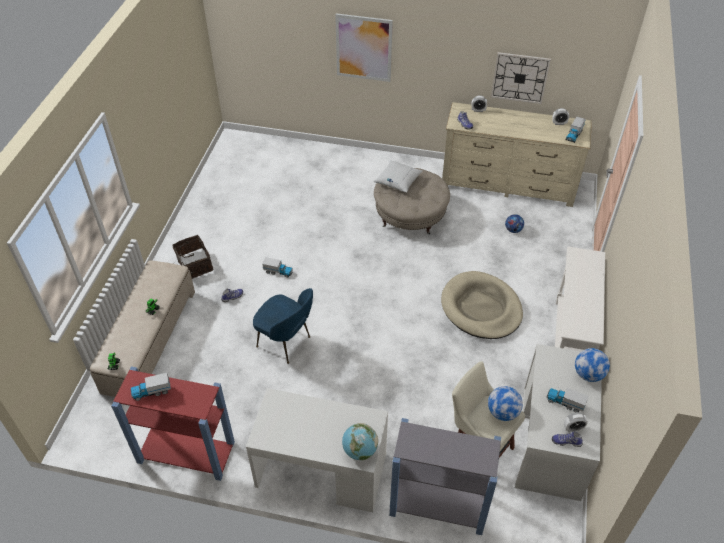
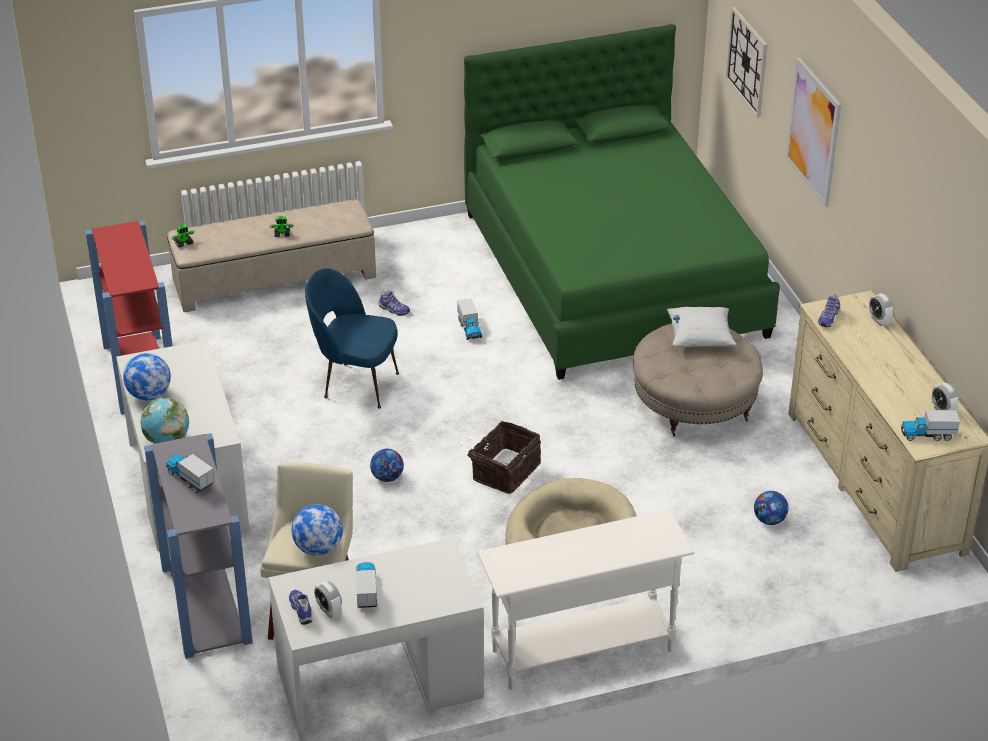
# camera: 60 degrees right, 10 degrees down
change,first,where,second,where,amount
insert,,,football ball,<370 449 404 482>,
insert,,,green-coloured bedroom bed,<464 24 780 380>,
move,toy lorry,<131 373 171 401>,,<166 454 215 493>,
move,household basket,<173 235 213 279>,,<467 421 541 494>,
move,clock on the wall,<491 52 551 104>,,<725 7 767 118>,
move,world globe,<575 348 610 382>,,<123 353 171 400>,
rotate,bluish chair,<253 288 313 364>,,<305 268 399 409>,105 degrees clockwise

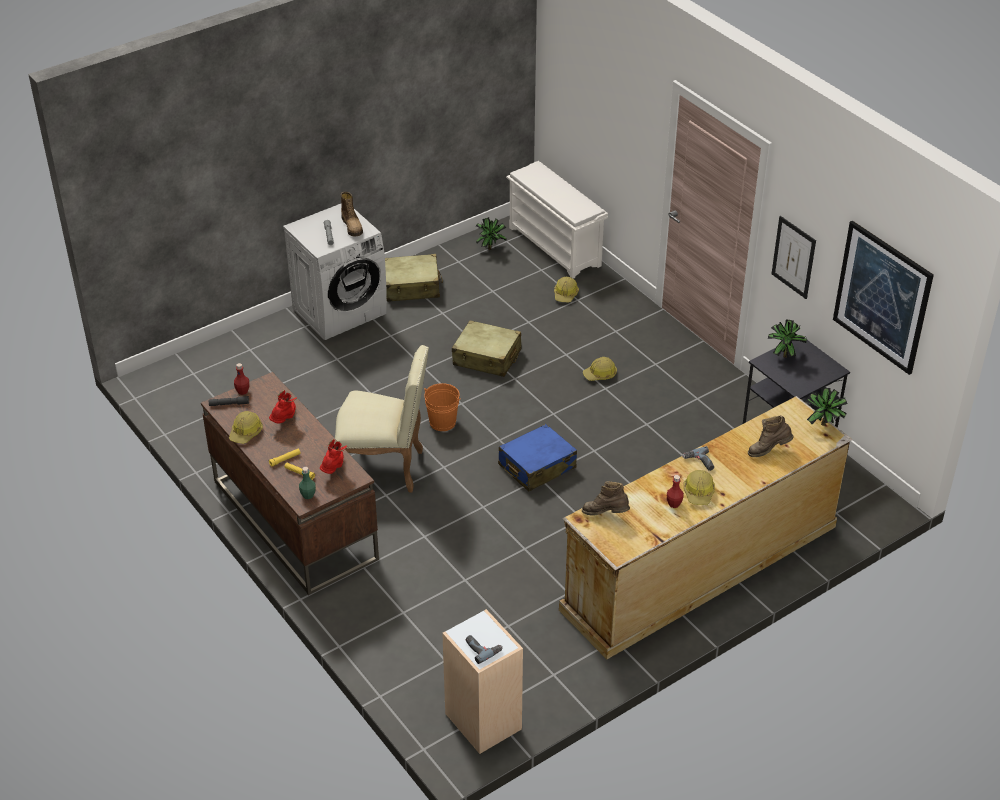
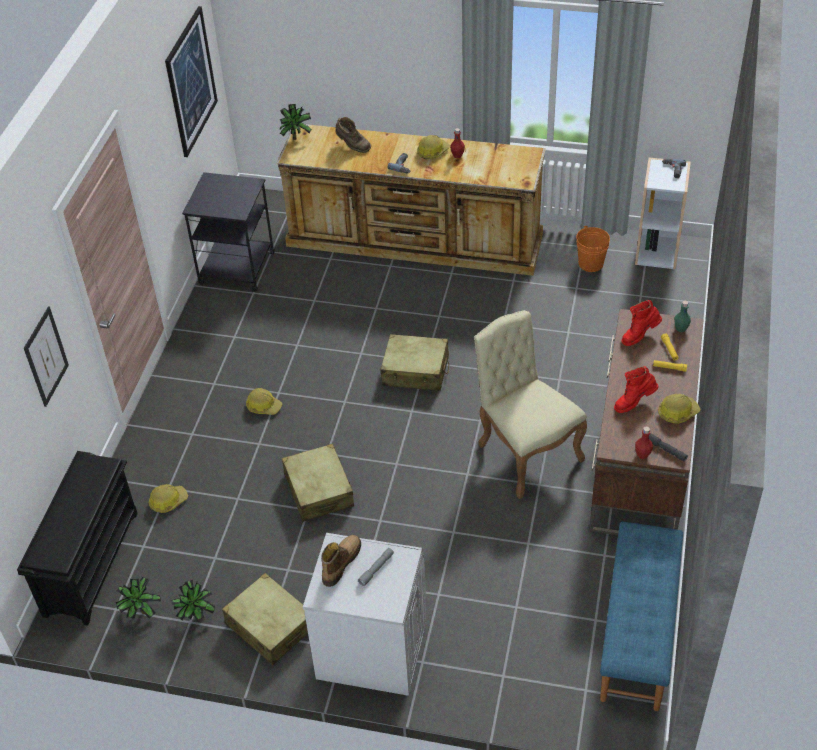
# camera: 130 degrees left, 5 degrees up
change,first,where,second,where,amount
delete,brown-coloured tall boot,<582 481 630 515>,,,
insert,,,bluish bench,<600 522 683 711>,
move,orangey pail,<424 383 461 431>,,<576 226 610 272>,
move,plant in a pot,<768 319 807 358>,,<171 580 215 622>,
move,wall art,<771 216 816 299>,,<24 306 69 407>,
recolor,bluish piece of luggage,<498 424 577 491>,beige piece of luggage,<380 334 449 391>,
recolor,white-coloured shoe rack,<506 161 608 279>,blackish shoe rack,<17 451 138 625>,

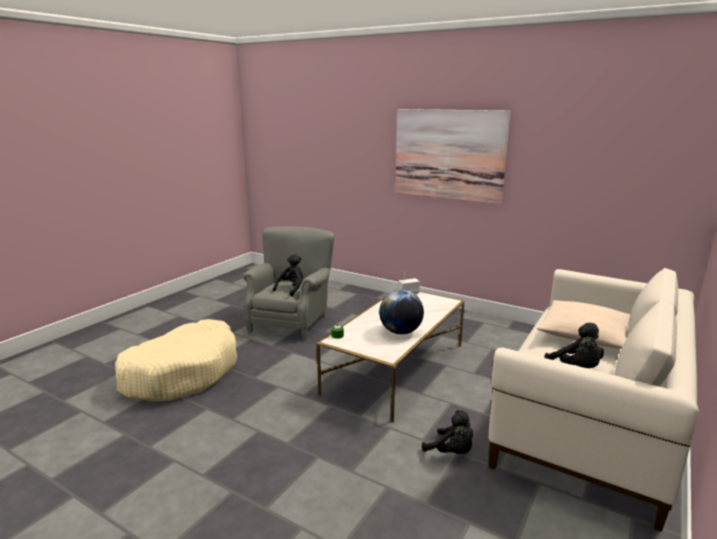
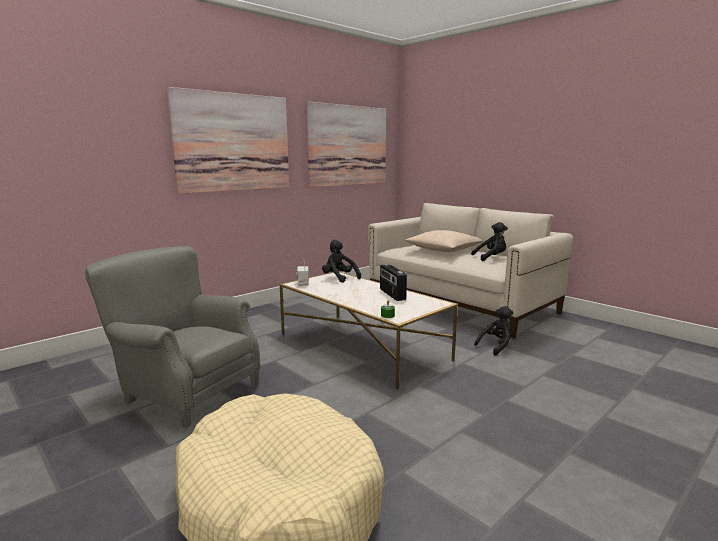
# camera: 75 degrees left, 5 degrees down
change,first,where,second,where,amount
insert,,,wall art,<307 102 386 187>,
move,blackish plush toy,<273 254 303 296>,,<322 240 361 283>,
replace,world globe,<379 290 424 334>,radio receiver,<380 264 407 301>,

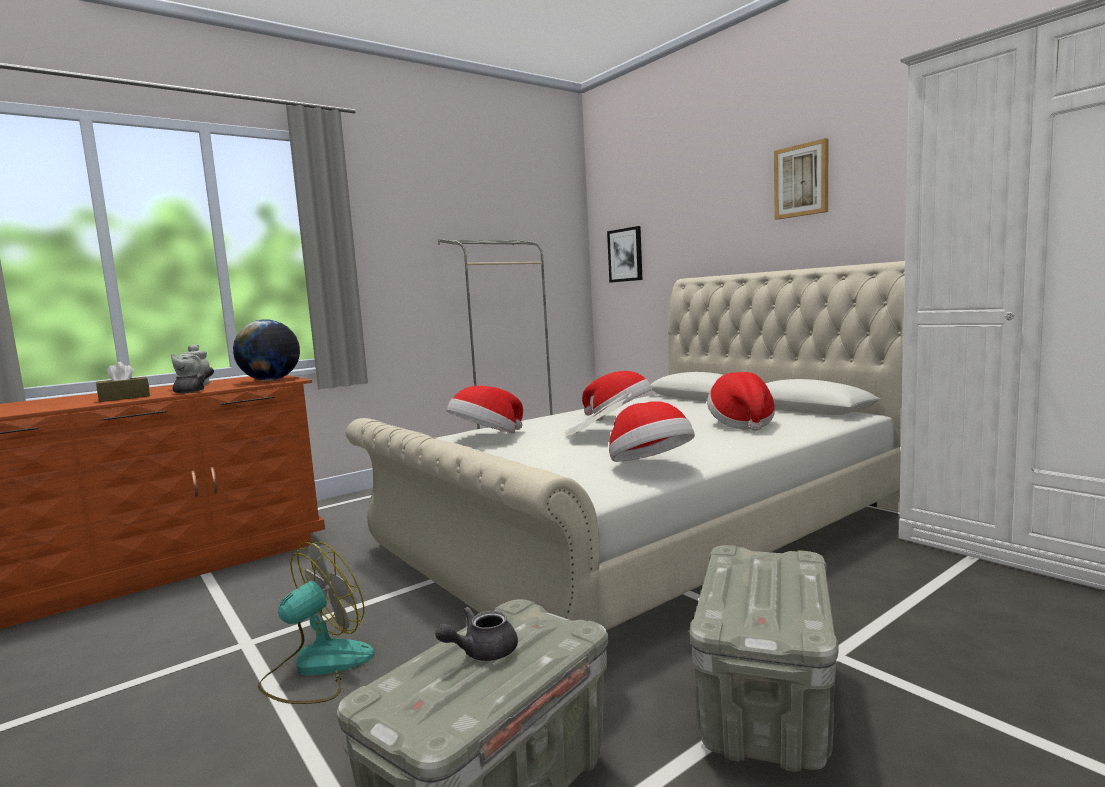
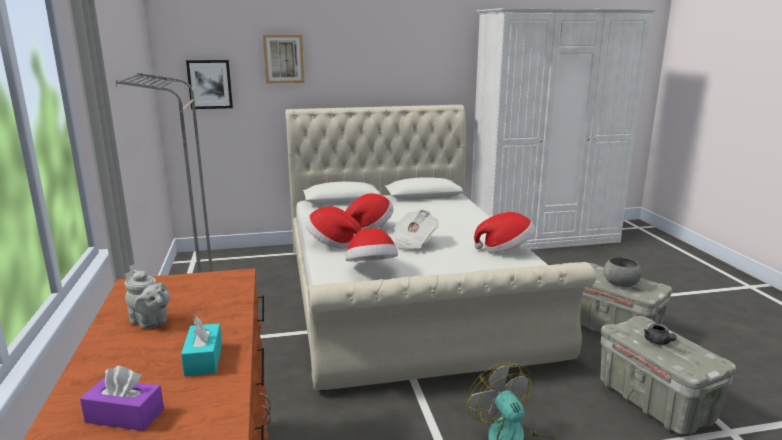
# camera: 65 degrees left, 10 degrees up
change,first,where,second,where,amount
delete,grey tea pot,<173 367 214 394>,,,
delete,world globe,<233 319 300 381>,,,
insert,,,purplish tissue box,<80 366 164 431>,
insert,,,grey deep dish,<604 257 642 287>,
move,wearable hat,<707 372 775 431>,,<306 206 361 249>,
move,wall art,<774 138 828 220>,,<263 35 304 84>,
recolor,brown-coloured tissue box,<96 362 150 402>,turquoise-coloured tissue box,<181 316 222 376>,

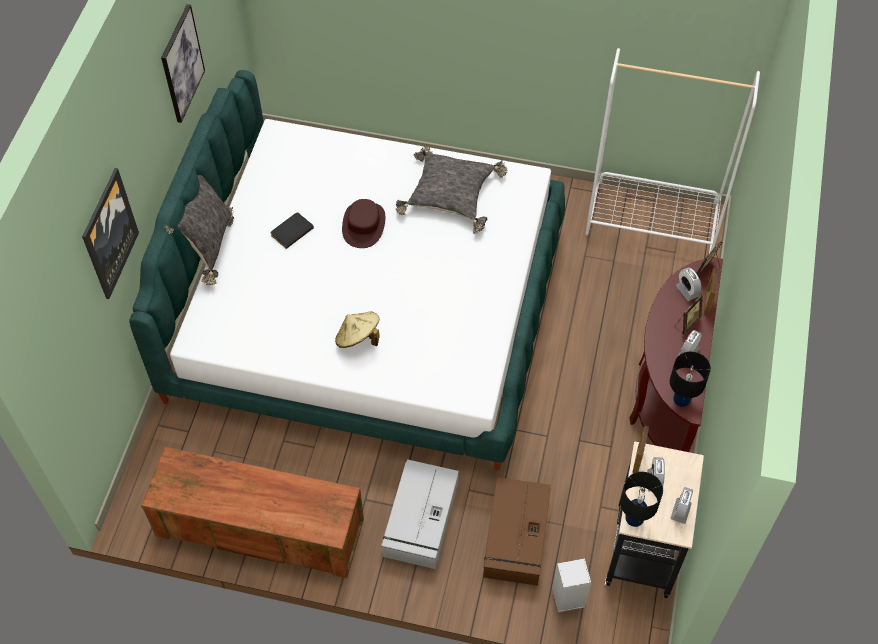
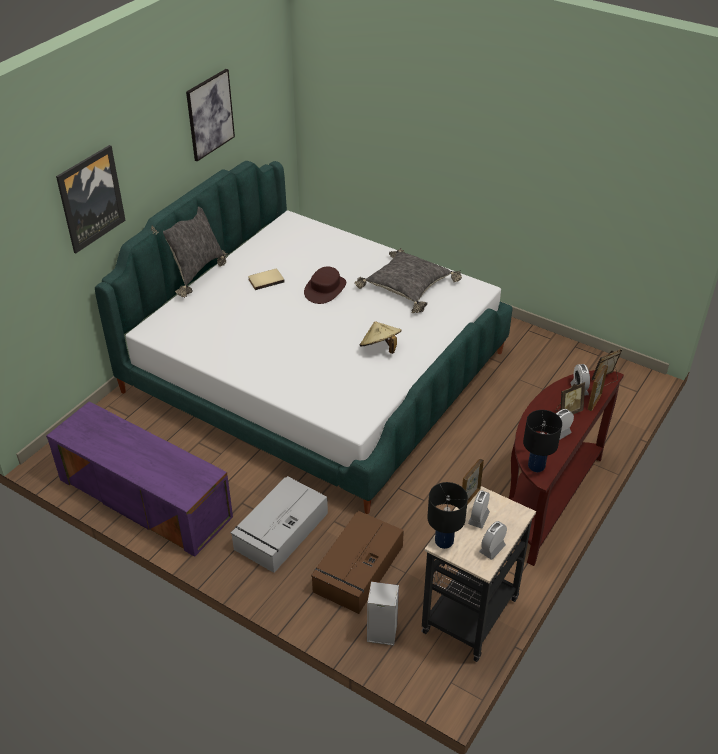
# camera: 20 degrees right, 15 degrees down
change,first,where,second,where,amount
delete,white-coloured clothes rack,<585 48 760 254>,,,
move,beige wearable hat,<335 311 380 348>,,<360 321 402 354>,
recolor,brown-coloured bench,<141 447 364 578>,purplish bench,<46 401 233 557>,
recolor,blackish bound book,<270 212 314 249>,beige bound book,<248 269 285 290>,

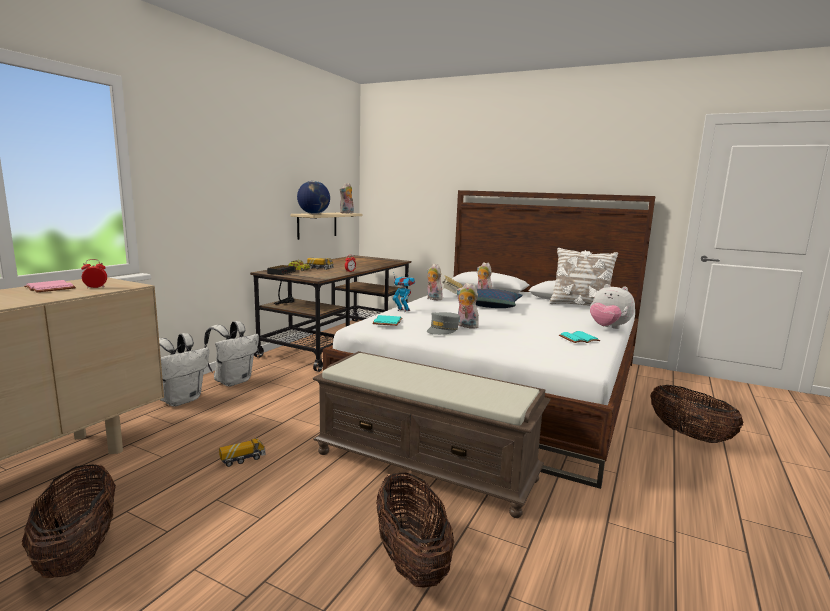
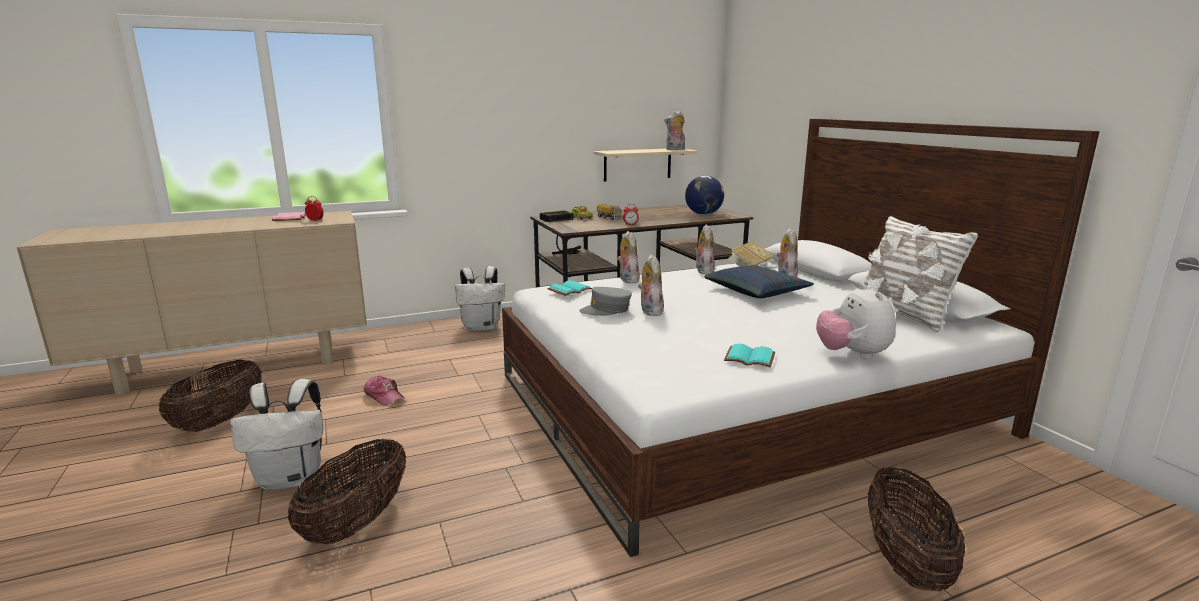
# camera: 40 degrees right, 5 degrees up
change,first,where,second,where,amount
delete,brown-coloured bench,<313 351 551 518>,,,
move,white-coloured backpack,<159 333 209 407>,,<230 379 323 491>,
move,world globe,<297 181 330 214>,,<685 176 724 215>,
replace,toy lorry,<219 438 265 467>,peaked cap,<363 375 405 406>,
replace,toy robot,<393 272 415 312>,plush toy,<617 231 640 283>,

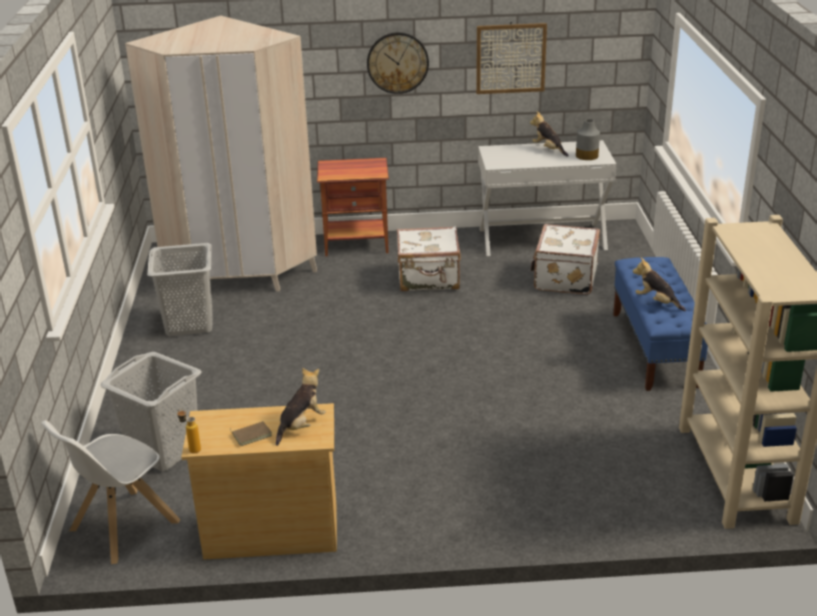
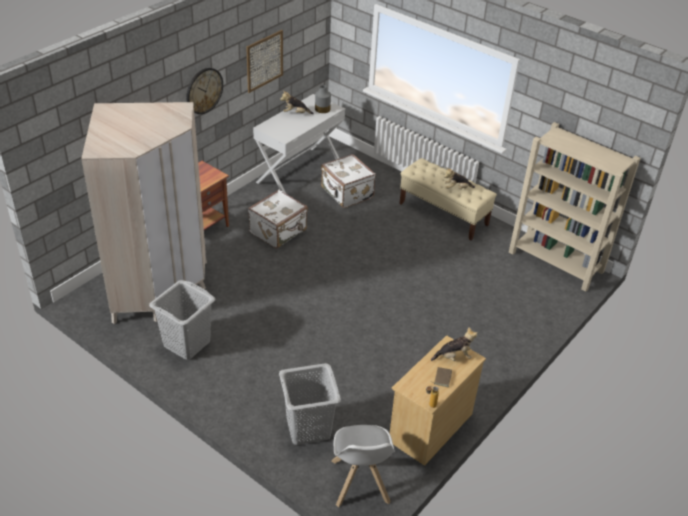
# camera: 50 degrees left, 10 degrees up
change,first,where,second,where,amount
recolor,bluish bench,<613 257 708 391>,beige bench,<399 158 497 240>,
rotate,plush toy,<276 368 326 446>,,<431 327 477 361>,90 degrees clockwise

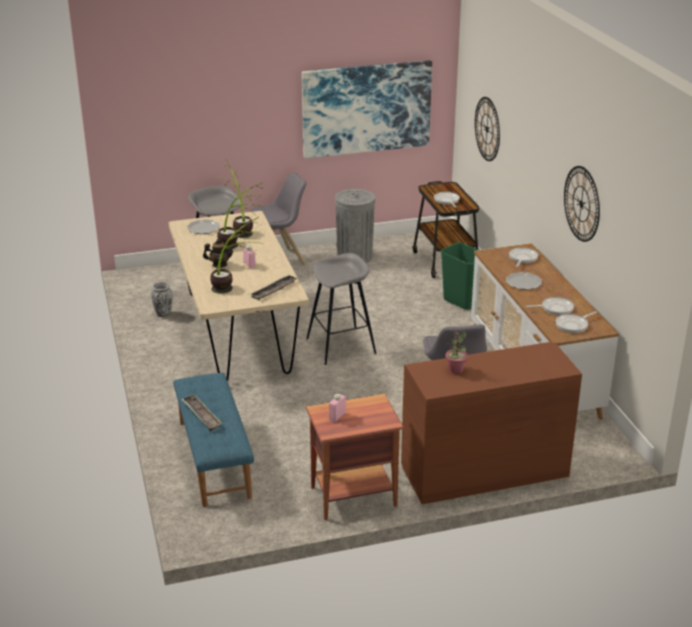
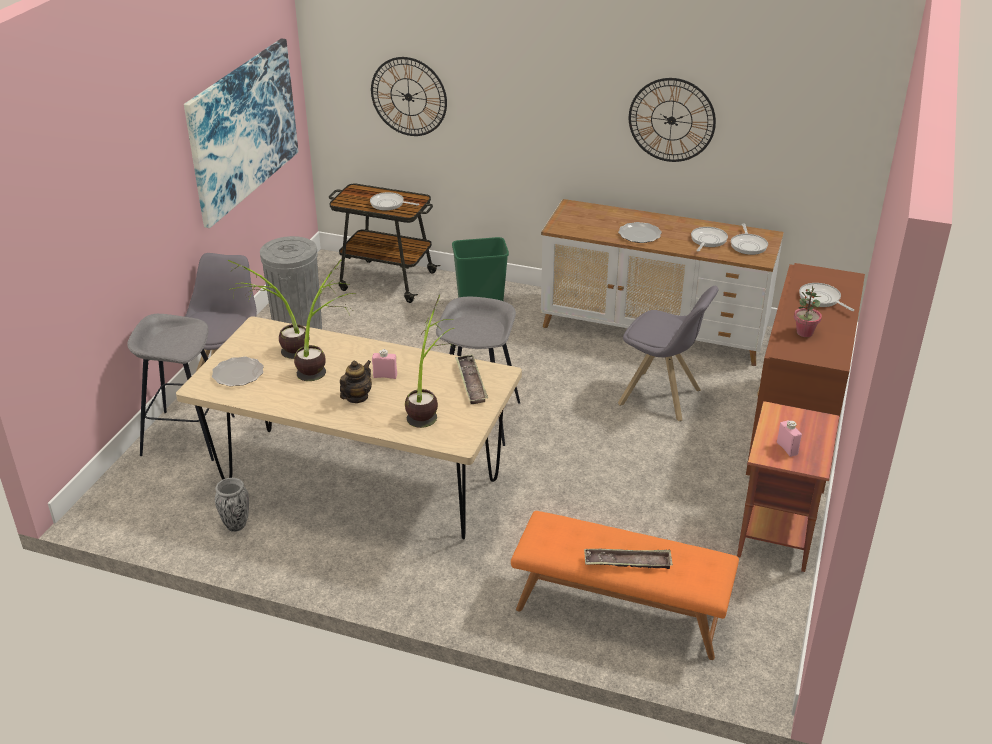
# camera: 55 degrees left, 5 degrees up
change,first,where,second,where,amount
move,pan,<509 247 538 267>,,<799 283 854 311>,
recolor,bluish bench,<173 373 254 507>,orangey bench,<511 511 739 660>,

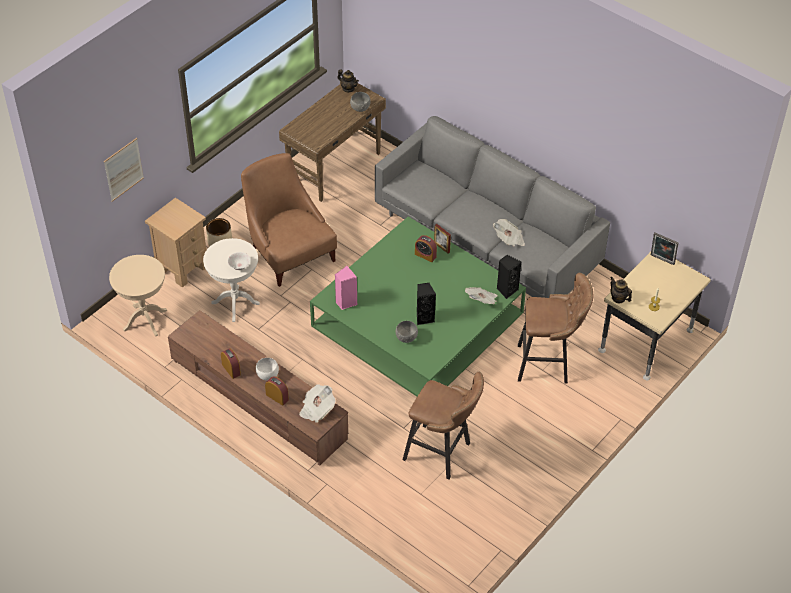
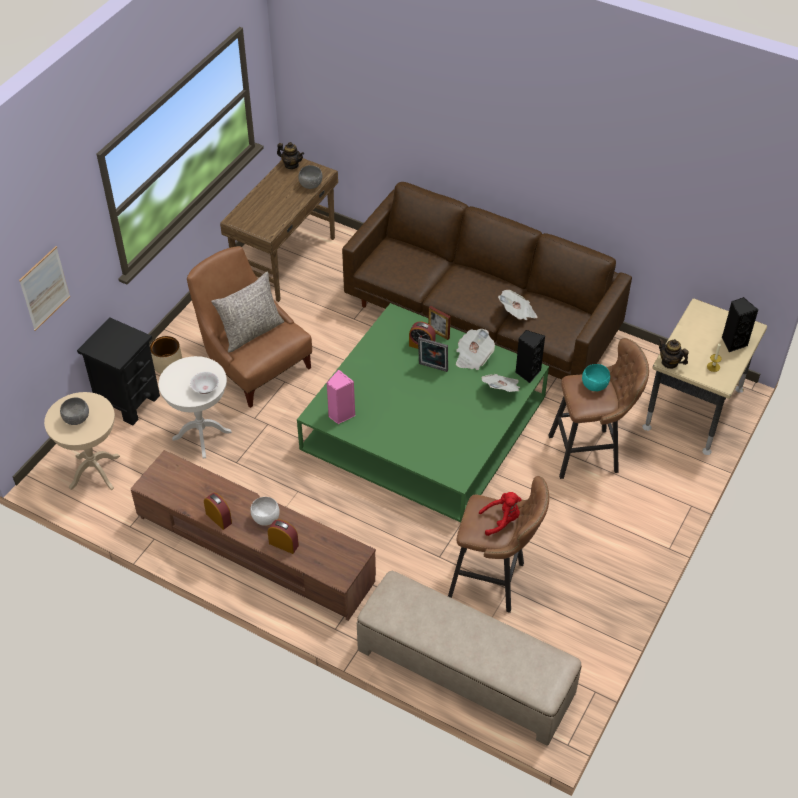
# camera: 10 degrees left, 0 degrees up
change,first,where,second,where,amount
insert,,,grey throw pillow,<211 272 284 352>,
insert,,,beige bench,<357 571 582 745>,
insert,,,red-coloured plush toy,<479 492 521 536>,
insert,,,turquoise-coloured deep dish,<582 364 610 391>,
move,newspaper,<299 384 335 423>,,<456 329 495 370>,
move,grey deep dish,<396 321 418 343>,,<60 397 89 425>,
move,blackish audio speaker,<417 283 436 325>,,<722 297 758 352>,
move,standing frame,<651 233 679 265>,,<418 337 448 372>,
recolor,beige night table,<145 198 206 288>,blackish night table,<77 318 160 425>,
recolor,grey settee,<375 116 610 298>,brown-coloured settee,<342 182 632 380>,

